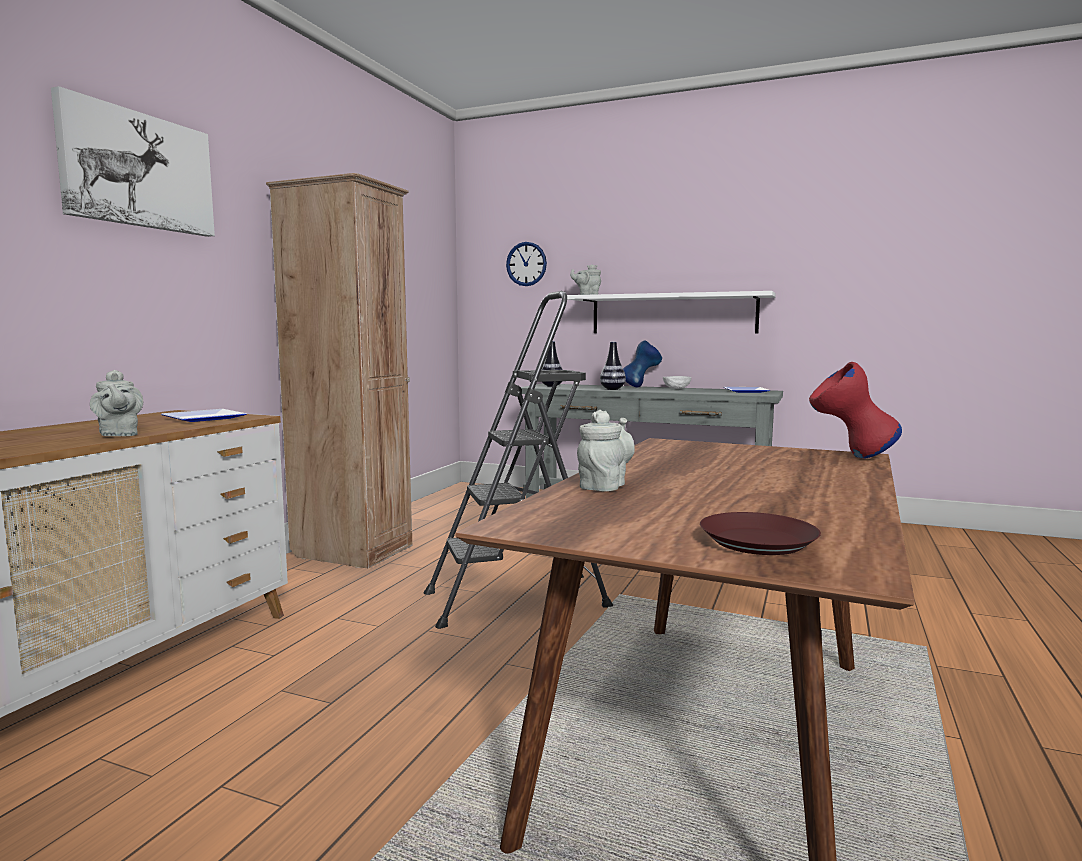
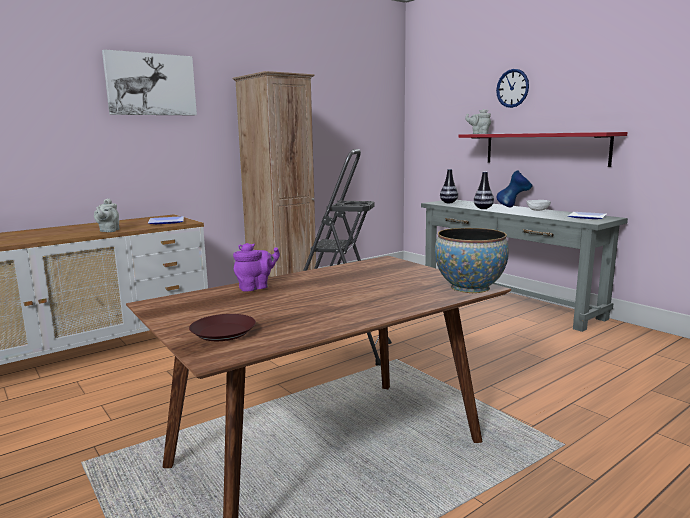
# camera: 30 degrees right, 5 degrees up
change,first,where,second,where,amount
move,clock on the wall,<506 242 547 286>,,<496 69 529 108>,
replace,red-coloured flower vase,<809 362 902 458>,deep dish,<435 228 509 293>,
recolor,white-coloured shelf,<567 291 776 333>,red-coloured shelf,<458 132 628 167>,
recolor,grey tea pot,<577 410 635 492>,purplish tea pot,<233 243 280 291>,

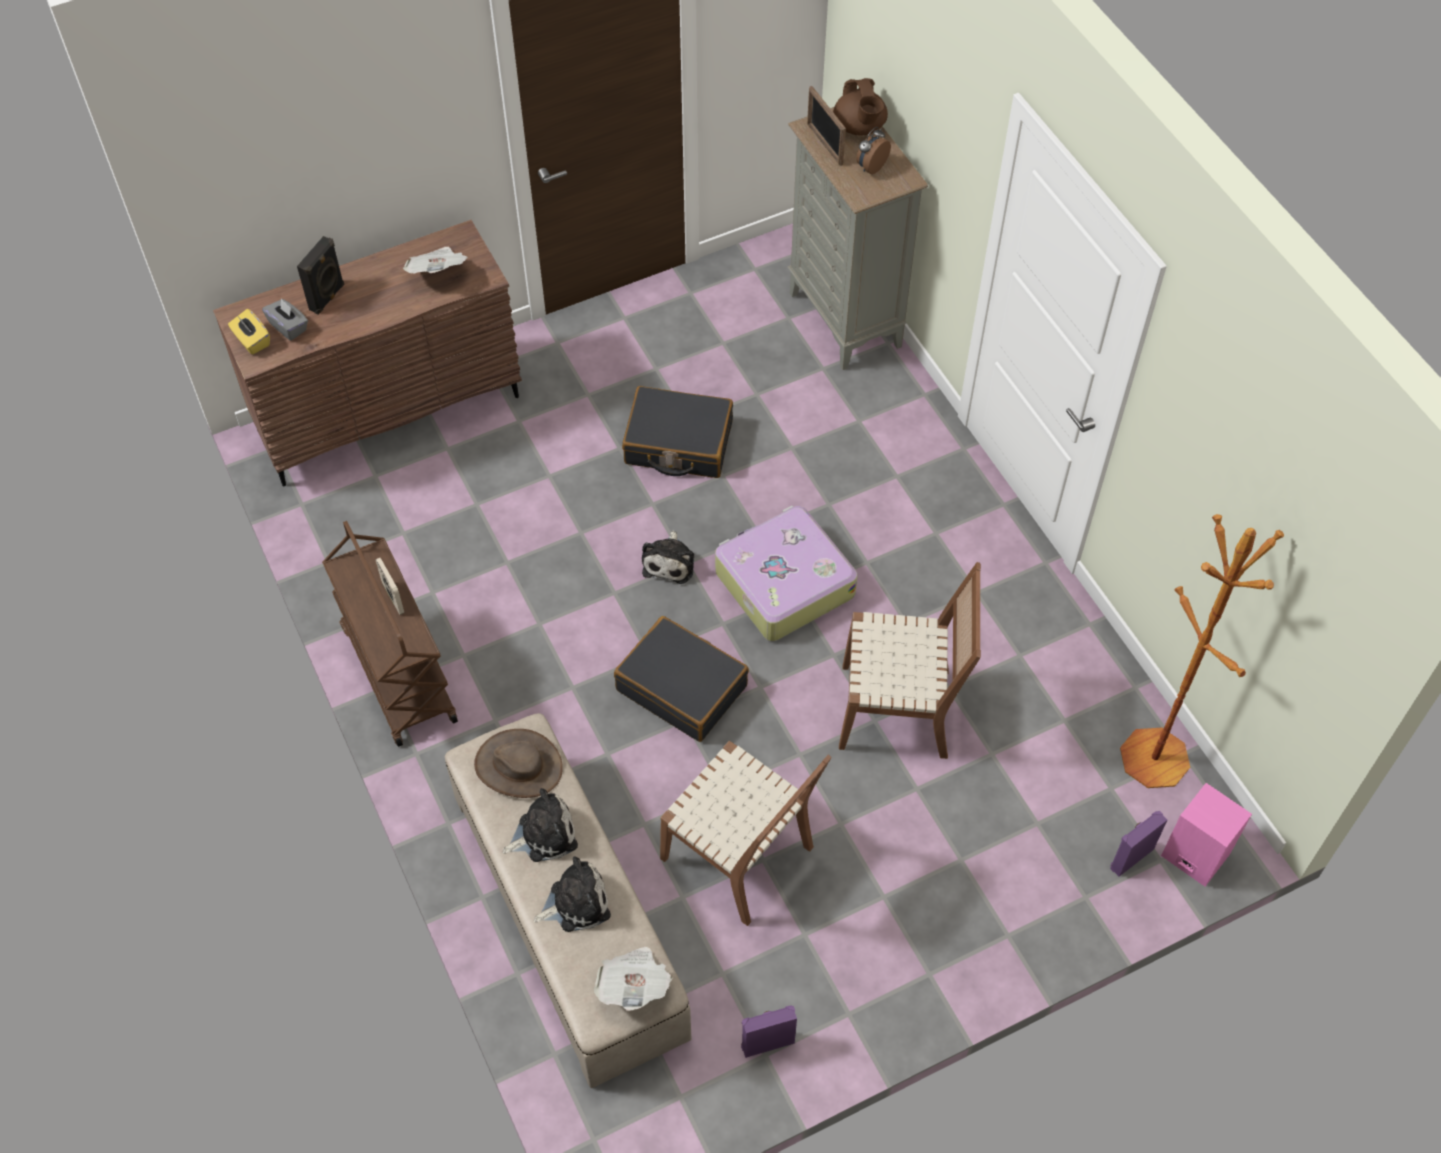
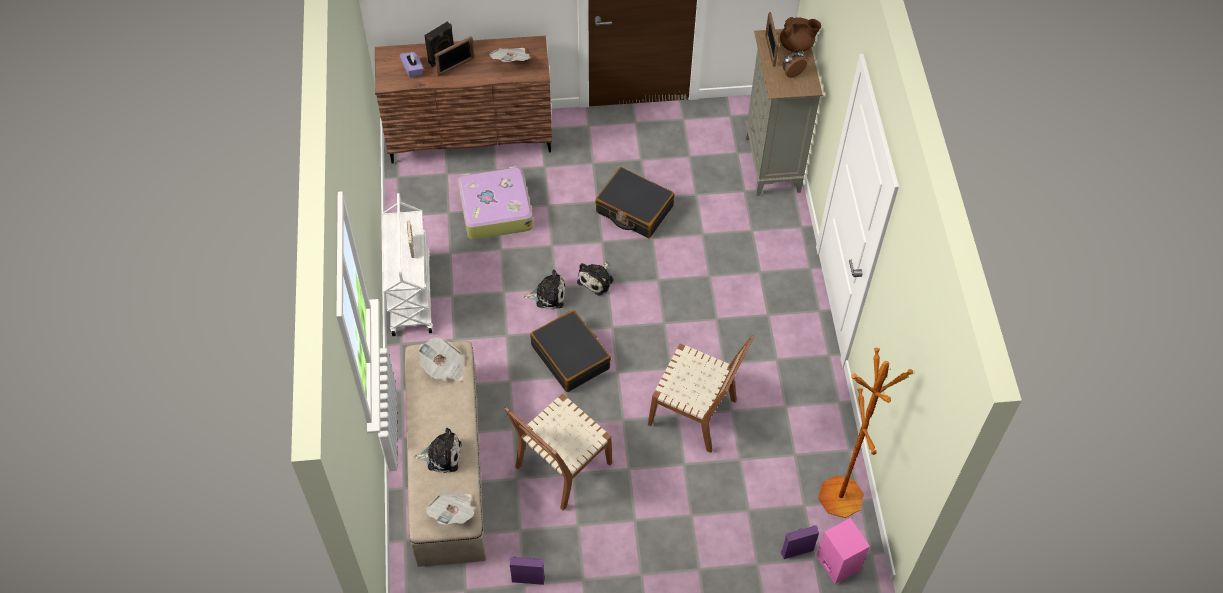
# camera: 20 degrees right, 0 degrees up
change,first,where,second,where,amount
delete,yellow-coloured tissue box,<228 309 270 355>,,,
insert,,,standing frame,<434 36 474 77>,
move,plush toy,<503 788 578 862>,,<524 270 565 310>,
move,piece of luggage,<715 506 857 641>,,<458 166 533 240>,
replace,brown-coloured wearable hat,<474 729 563 798>,newspaper,<418 337 464 381>,
recolor,grey tissue box,<262 299 308 341>,purplish tissue box,<400 52 423 78>,
recolor,brown-coloured trolley,<322 521 458 747>,white-coloured trolley,<382 193 433 336>,
rotate,chair,<660 741 832 926>,,<504 394 612 511>,75 degrees clockwise
rotate,brown-coloured tea pot,<833 78 888 135>,,<780 17 821 53>,90 degrees counterclockwise

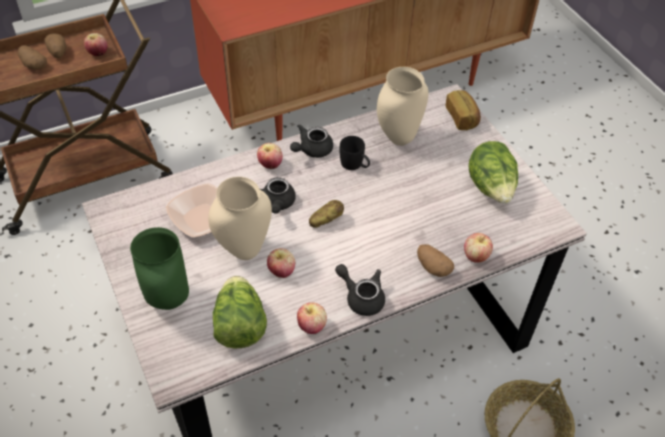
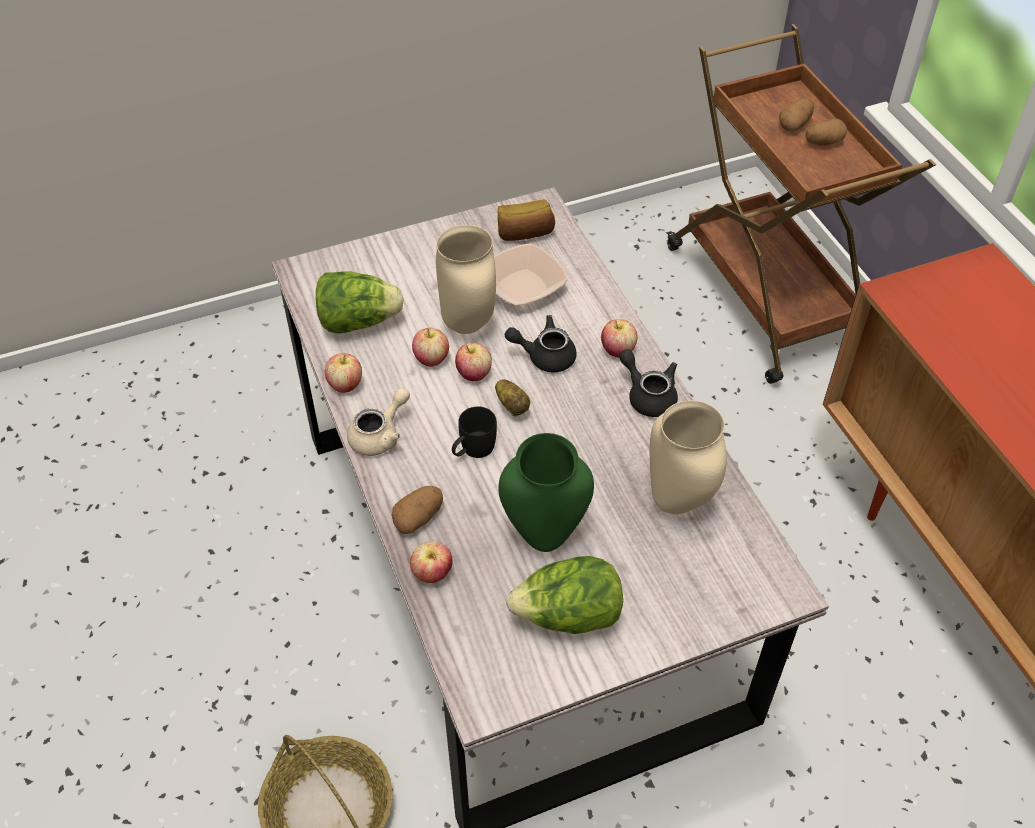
# camera: 95 degrees right, 0 degrees up
change,first,where,second,where,amount
move,apple,<84 33 108 56>,,<455 343 492 381>,
move,green-coloured flower vase,<130 227 189 310>,,<499 433 594 552>,
move,blackish mug,<340 136 370 170>,,<452 407 497 458>,
move,bakery bread,<445 90 481 130>,,<498 199 555 241>,
recolor,blackish tea pot,<335 264 385 316>,beige tea pot,<347 387 410 456>,

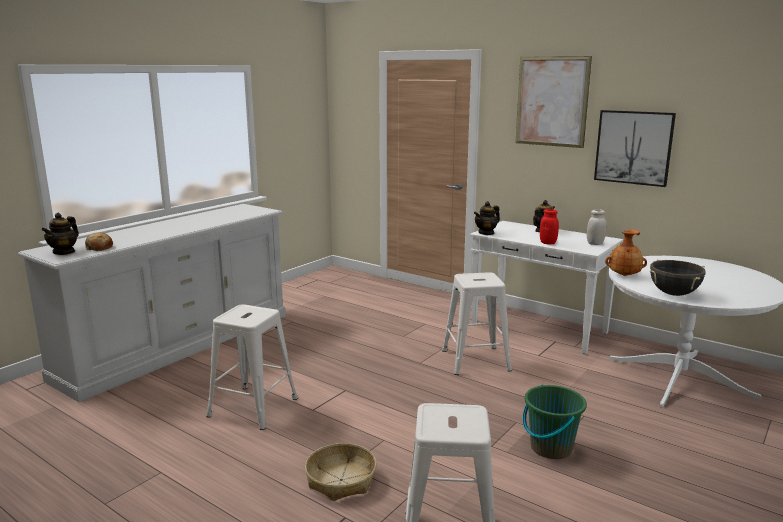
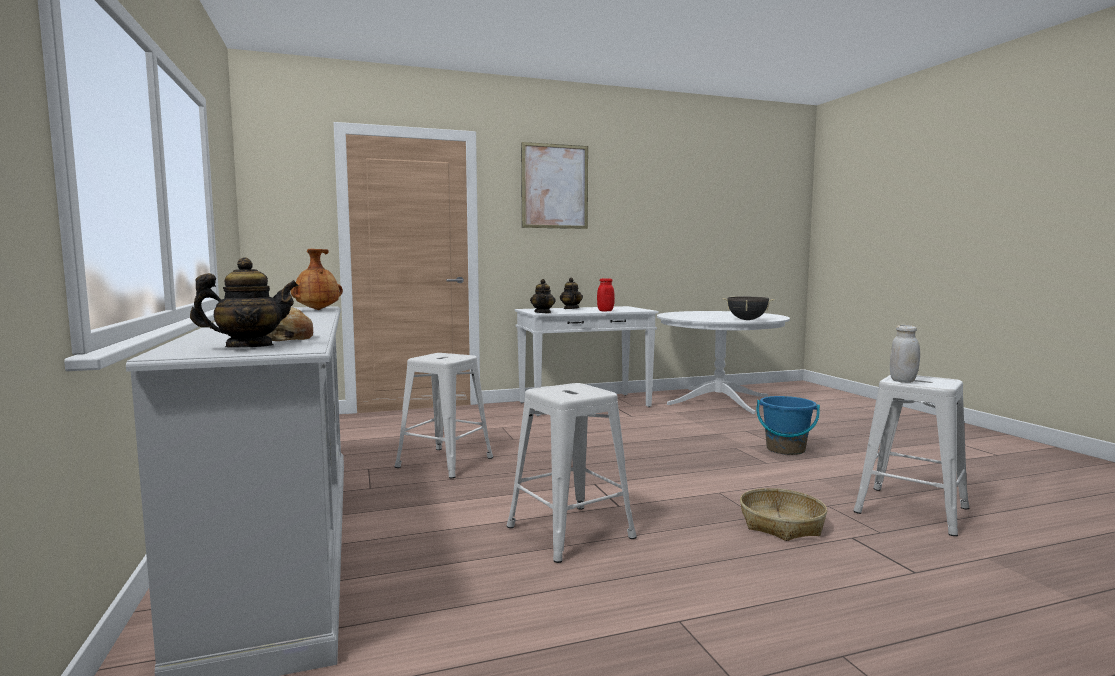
# camera: 55 degrees left, 10 degrees down
change,first,where,second,where,amount
delete,wall art,<594 110 676 187>,,,
move,white-coloured stool seat,<442 272 512 375>,,<394 353 493 478>,
move,white-coloured storage jar,<587 210 606 245>,,<890 325 920 383>,
move,brown-coloured flower vase,<605 229 647 276>,,<291 249 343 310>,
recolor,green-coloured pail,<523 385 587 459>,bluish pail,<757 396 820 455>,
rotate,tea pot,<42 213 79 255>,,<190 257 299 348>,75 degrees counterclockwise

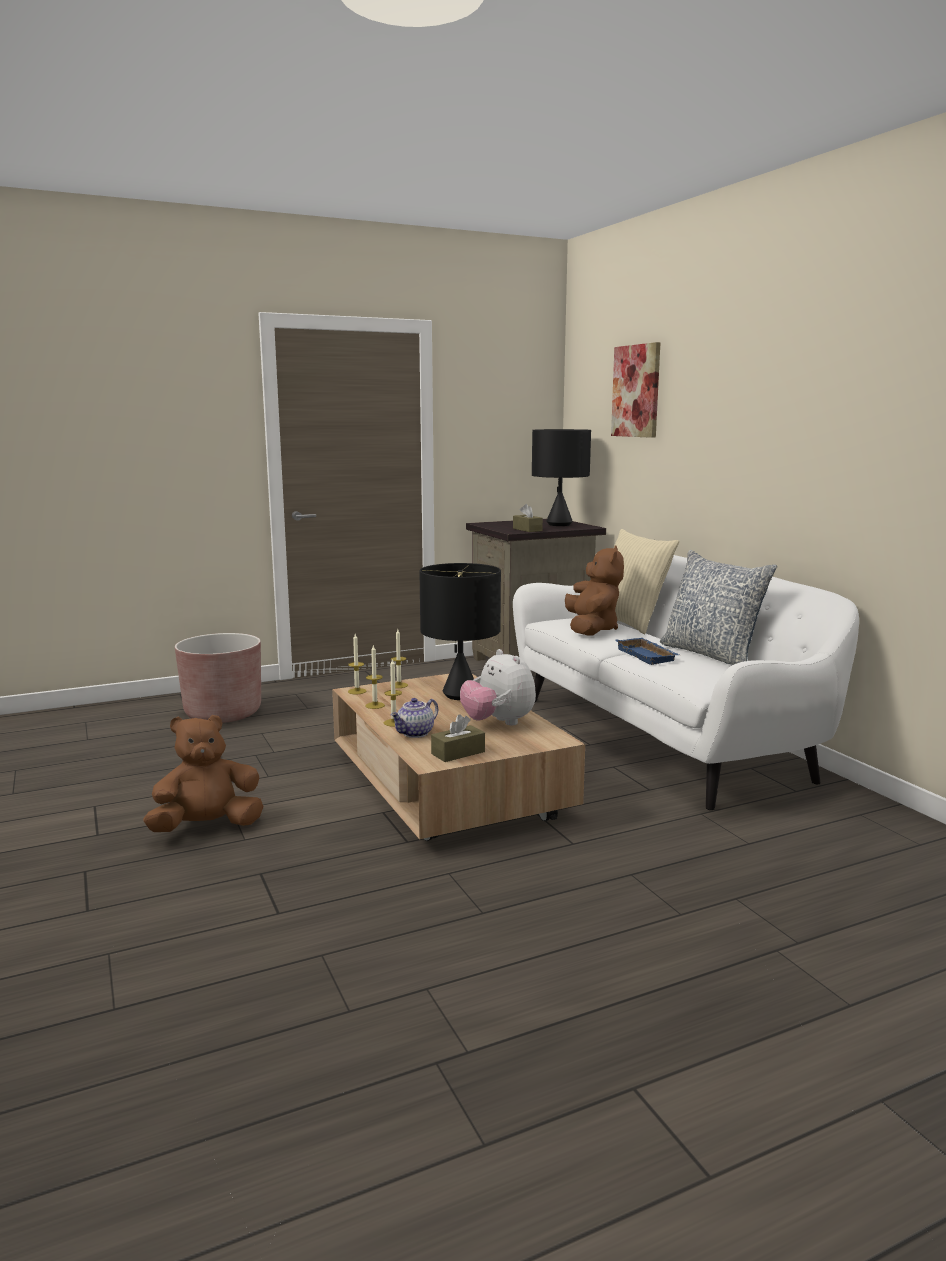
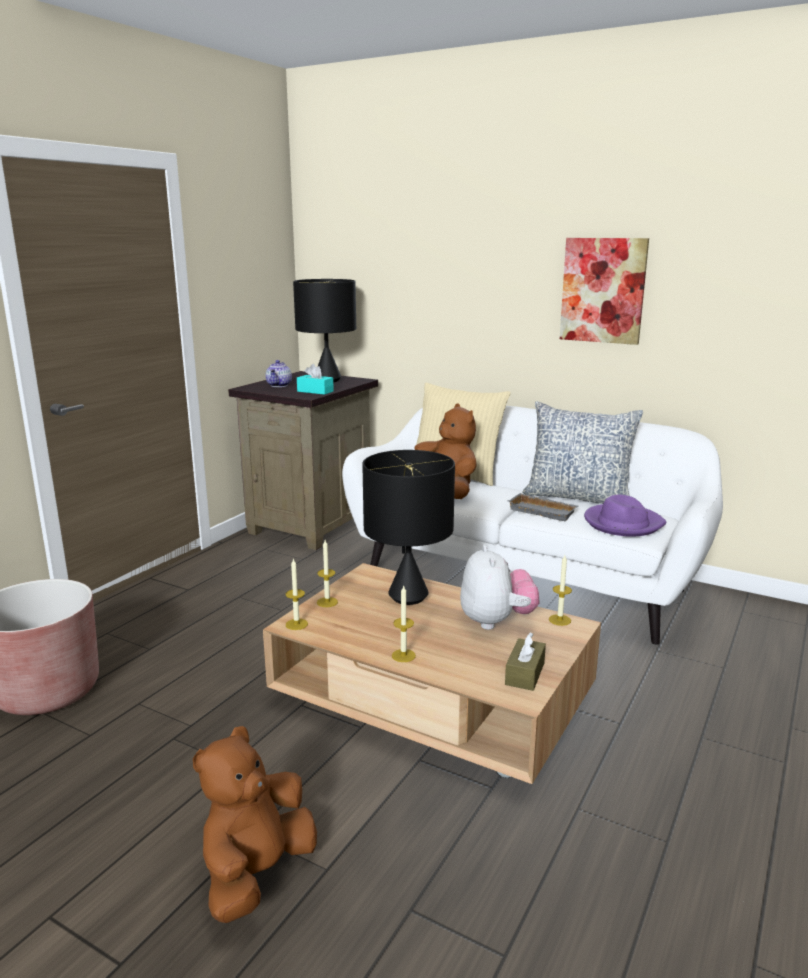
# camera: 35 degrees left, 5 degrees up
change,first,where,second,where,amount
insert,,,purplish wearable hat,<584 495 666 537>,
move,wax light,<365 644 385 709>,,<549 555 572 626>,
move,tea pot,<391 698 438 738>,,<266 360 292 387>,
move,wall art,<611 342 660 438>,,<560 238 649 345>,
recolor,brown-coloured tissue box,<513 504 543 532>,turquoise-coloured tissue box,<297 364 334 395>,
recolor,bluish tray,<616 638 679 665>,grey tray,<508 493 578 521>,
rotate,plush toy,<460 649 536 725>,,<460 544 539 630>,120 degrees counterclockwise

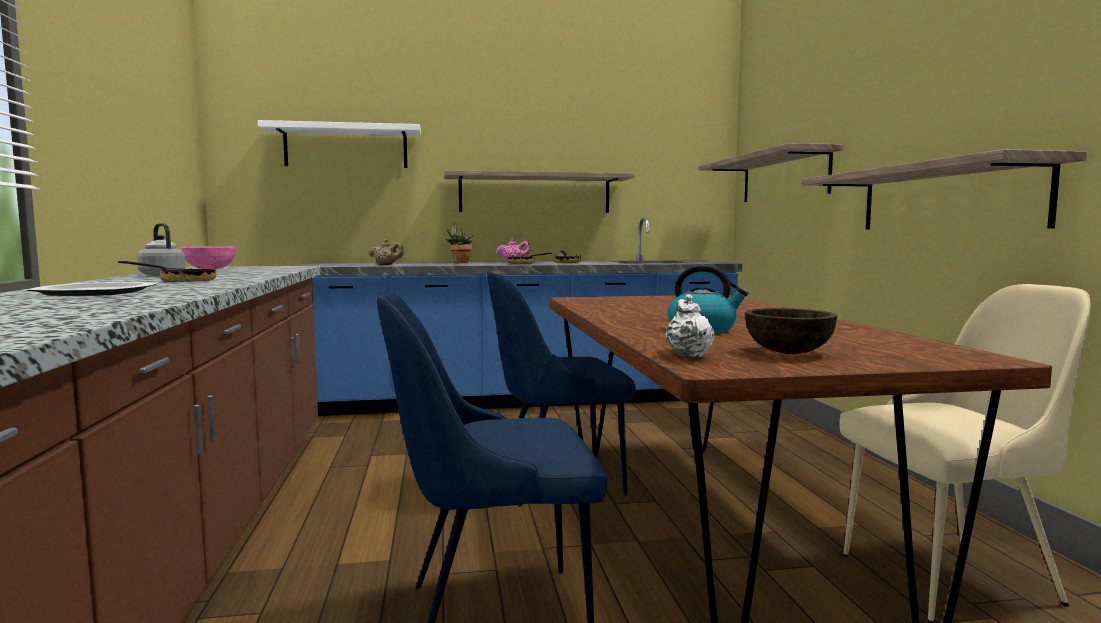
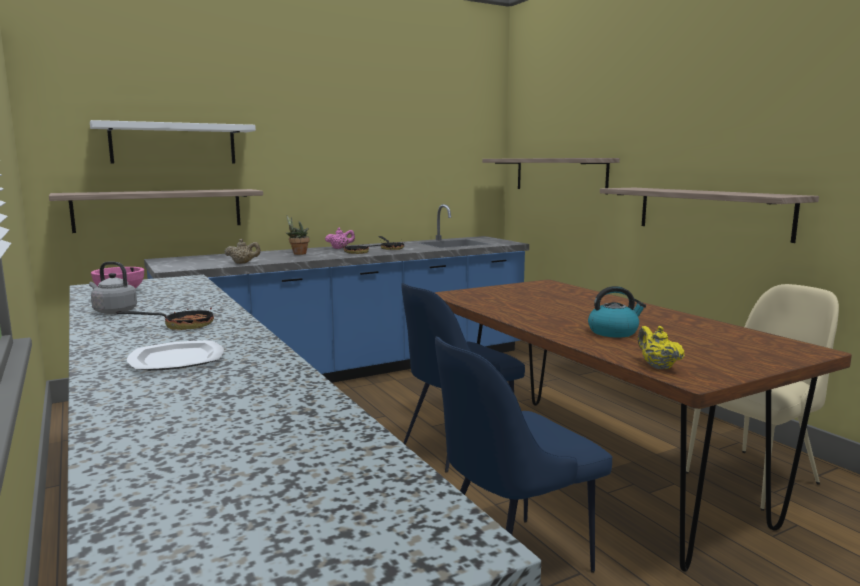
# camera: 20 degrees left, 5 degrees up
change,first,where,second,where,amount
delete,brown-coloured deep dish,<745 308 837 354>,,,
move,shelf,<444 170 635 213>,,<49 189 263 233>,
recolor,white-coloured tea pot,<666 294 715 357>,yellow-coloured tea pot,<638 326 685 369>,

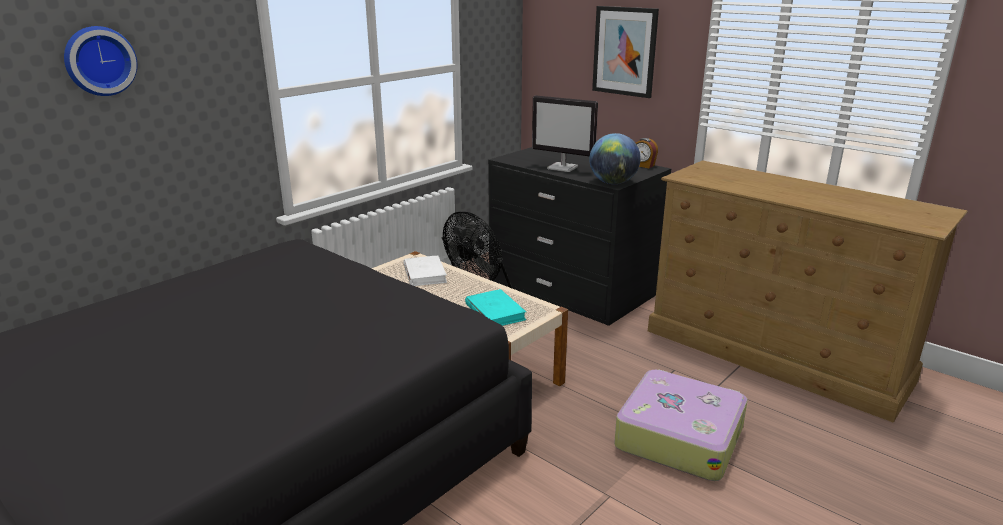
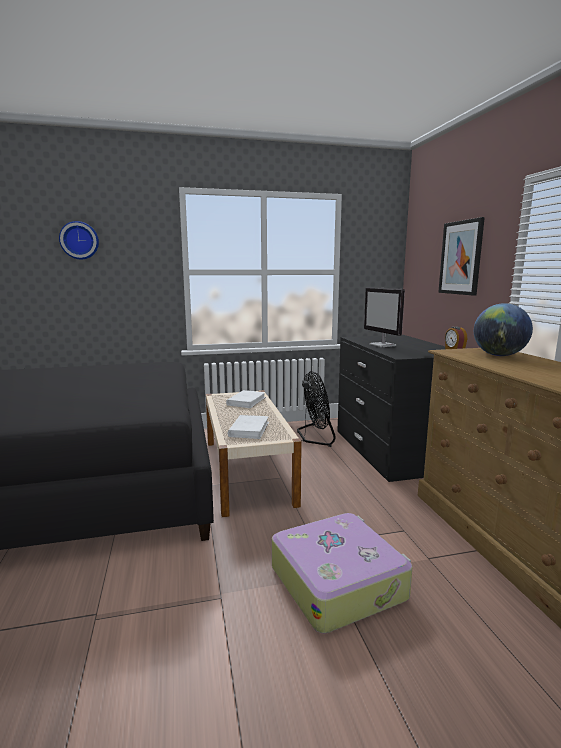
# camera: 35 degrees right, 10 degrees down
change,first,where,second,where,amount
move,world globe,<589 133 641 184>,,<474 303 533 356>,
recolor,turquoise-coloured bound book,<465 289 526 326>,white-coloured bound book,<228 415 269 439>,

